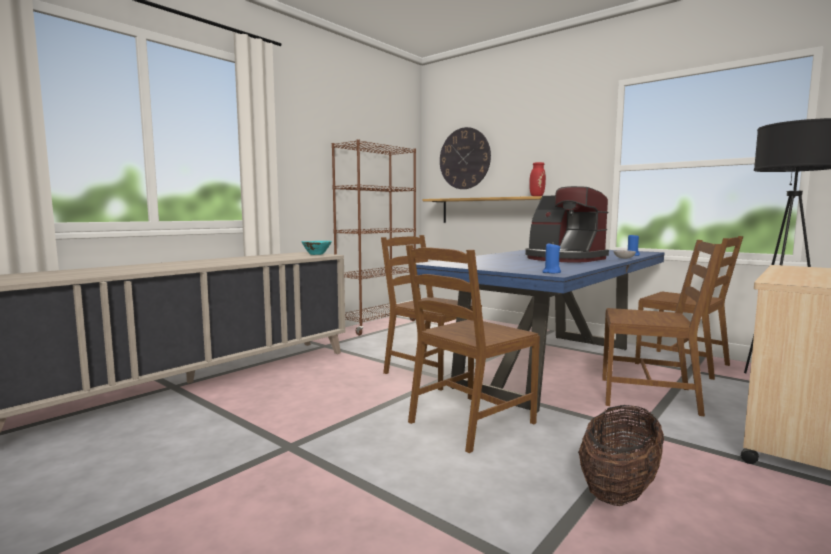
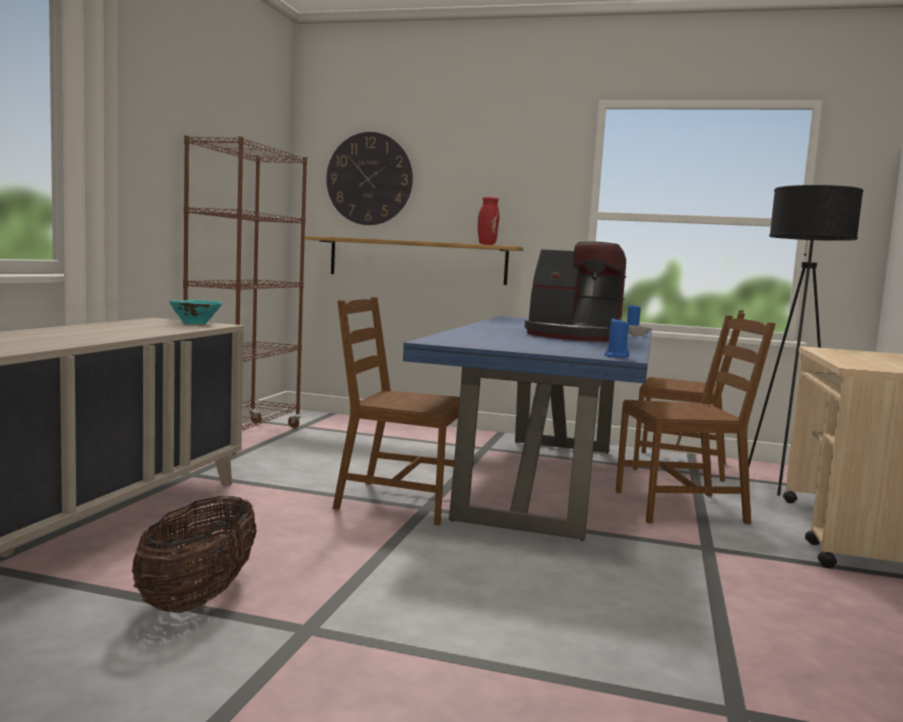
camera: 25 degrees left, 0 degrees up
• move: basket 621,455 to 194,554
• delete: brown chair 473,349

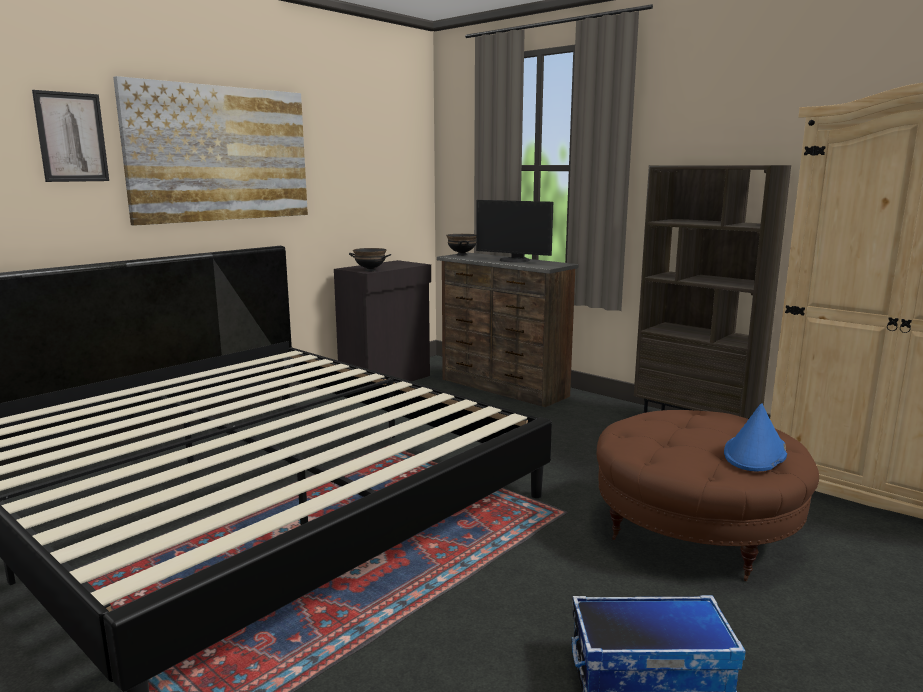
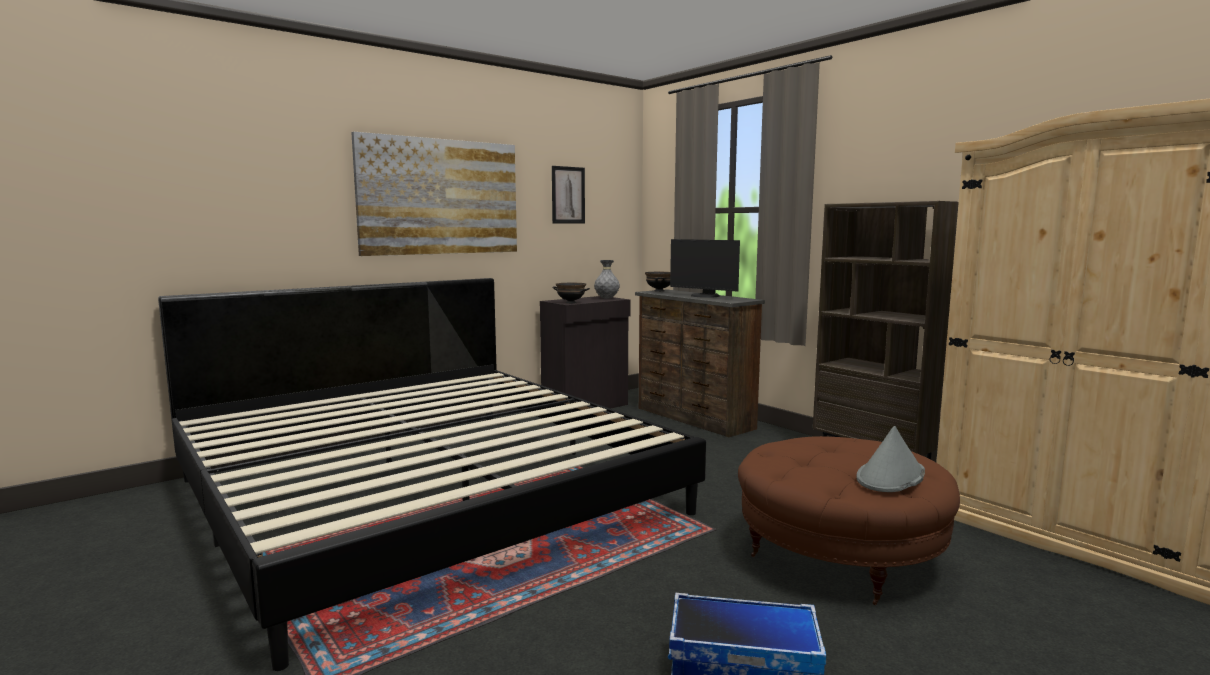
camera: 10 degrees right, 5 degrees down
• move: picture 70,136 to 568,195
• insert: grey vase 607,279
• recolor: blue hat 755,437 to grey hat 891,459

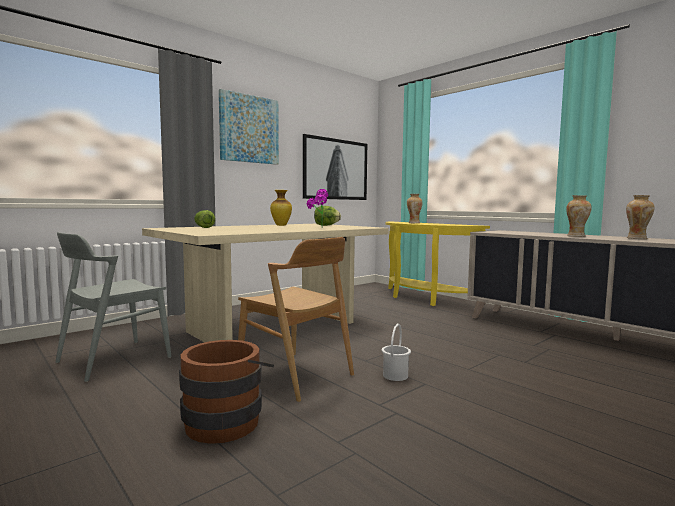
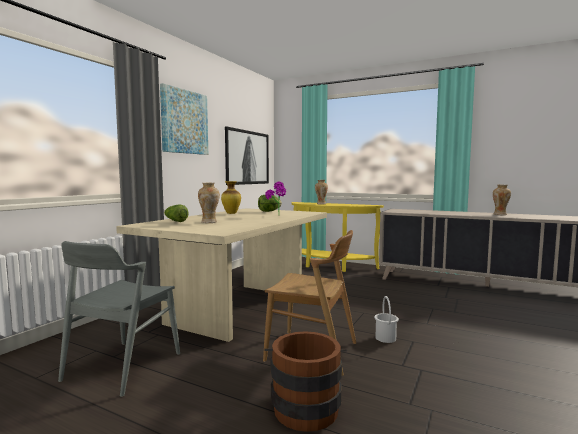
camera: 20 degrees left, 0 degrees up
• move: vase 579,216 to 209,203

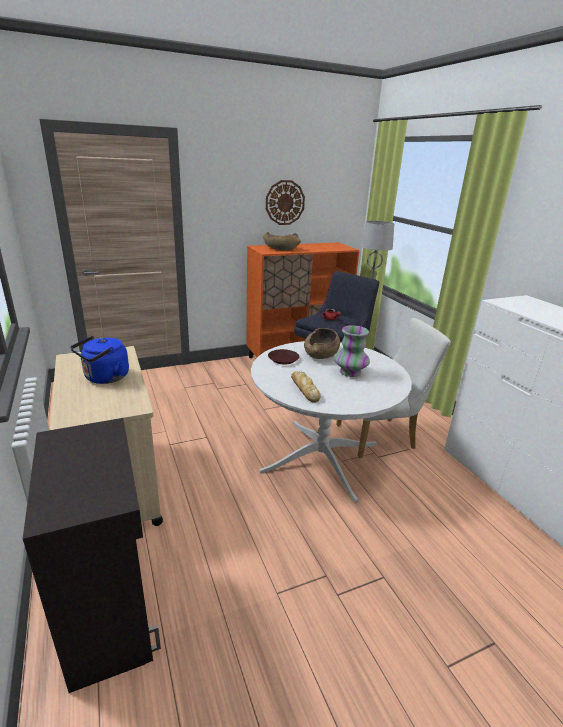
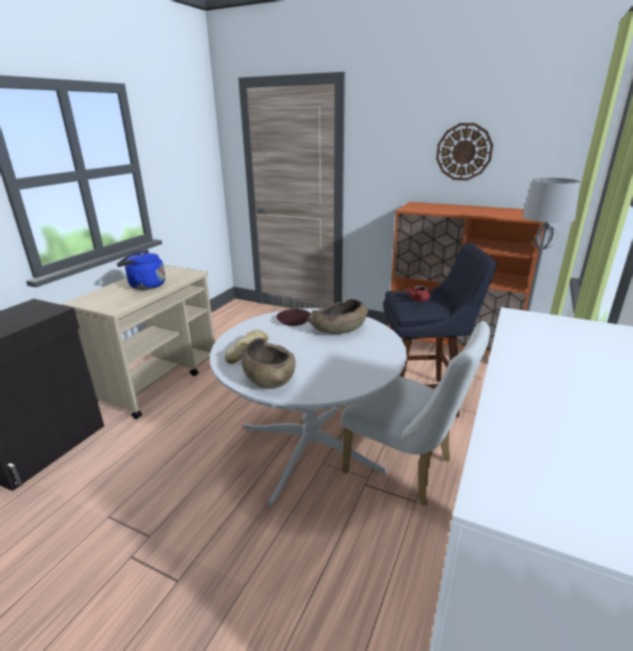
camera: 50 degrees right, 0 degrees up
• move: brown bowl 282,241 to 268,363
• delete: vase 352,351

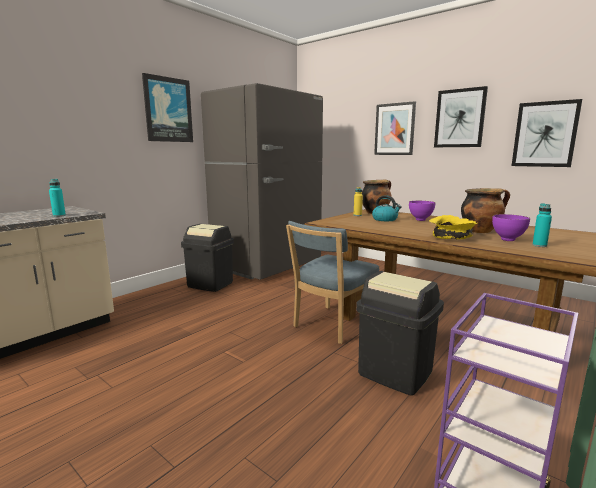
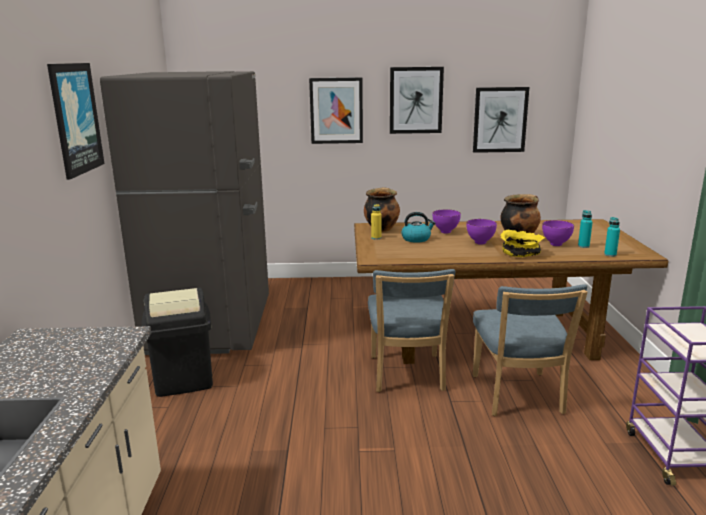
camera: 40 degrees left, 5 degrees up
• insert: purple bowl 481,232
• replace: black trash can 400,333 to blue chair 530,350
• move: turquoise bottle 57,198 to 612,237

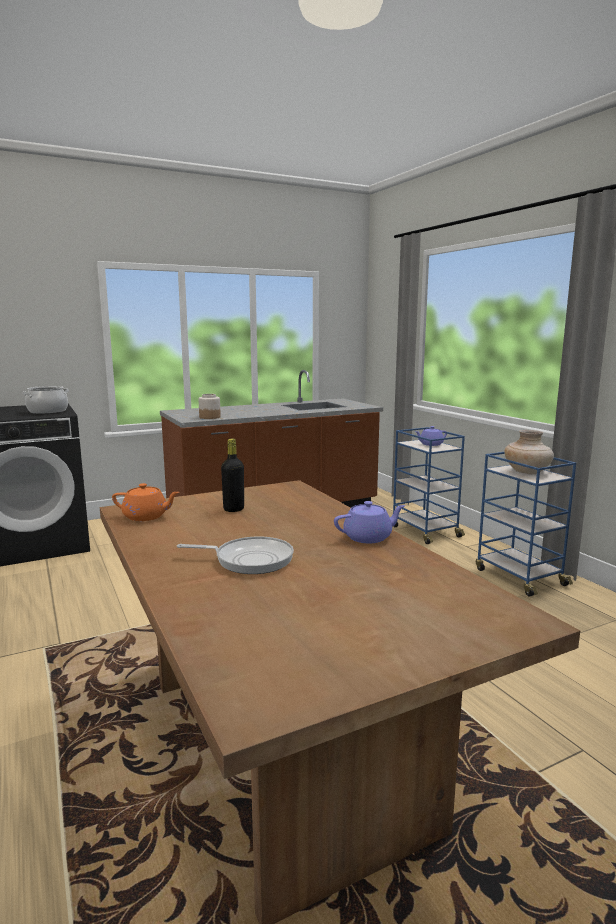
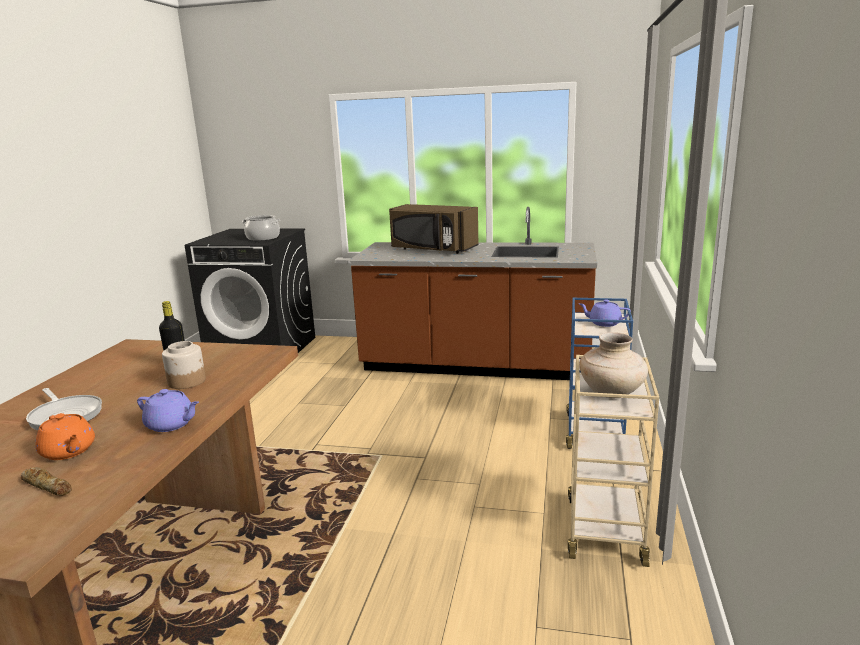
camera: 40 degrees right, 5 degrees up
• insert: bread 46,481
• move: orange teapot 145,502 to 65,436
• move: jar 210,406 to 184,365
• insert: brown microwave 434,229
• recolor: blue cart 526,524 to beige cart 613,461

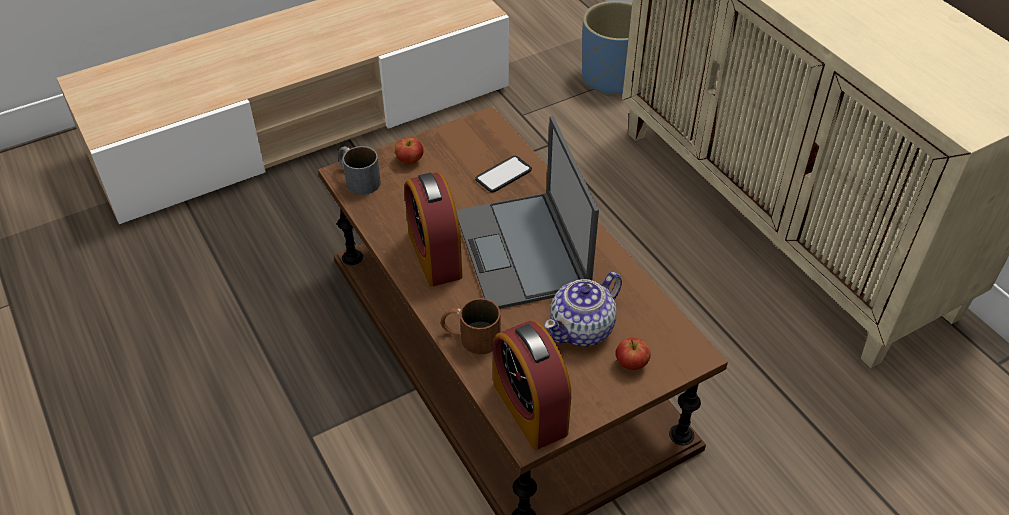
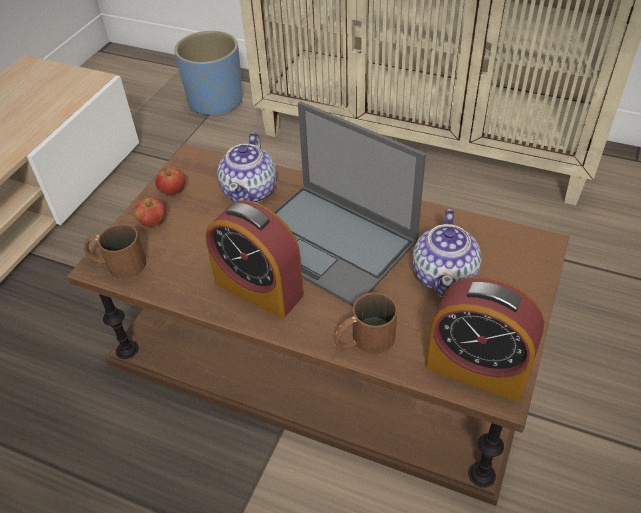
camera: 35 degrees left, 0 degrees up
• recolor: grey mug 359,170 to brown mug 115,251
• move: apple 633,354 to 170,181
• replace: phone 503,174 to teapot 247,167

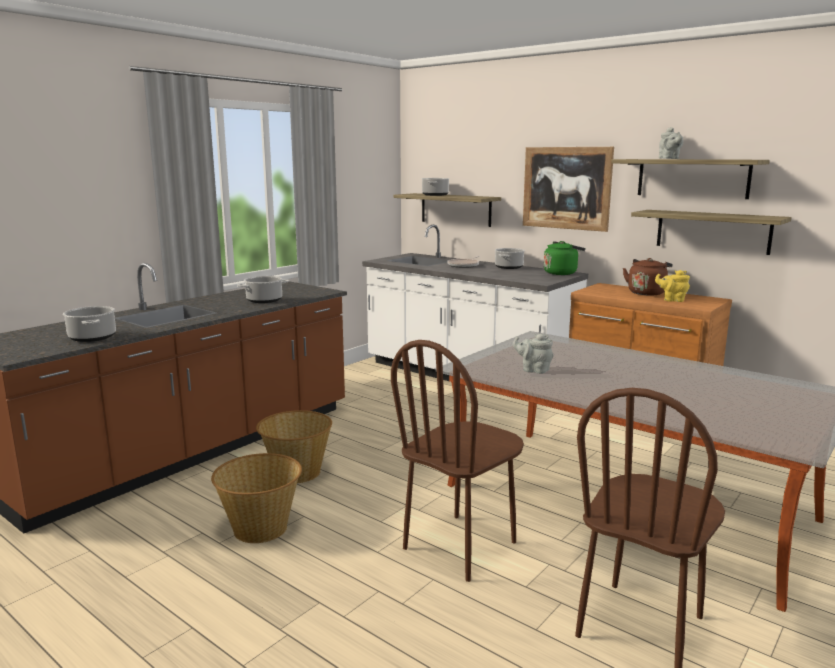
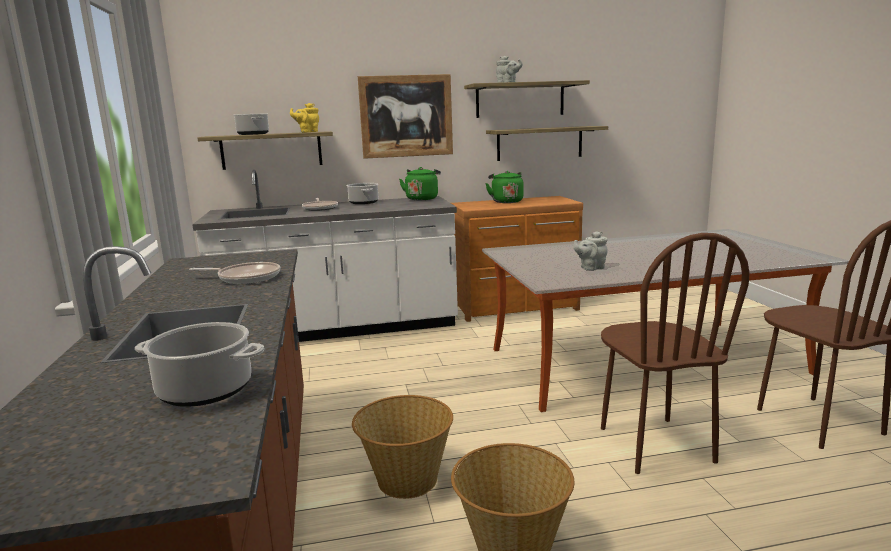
camera: 50 degrees left, 0 degrees up
• replace: cooking pot 263,289 to frying pan 234,273
• move: yellow teapot 672,286 to 304,117
• recolor: brown kettle 648,277 to green kettle 504,187

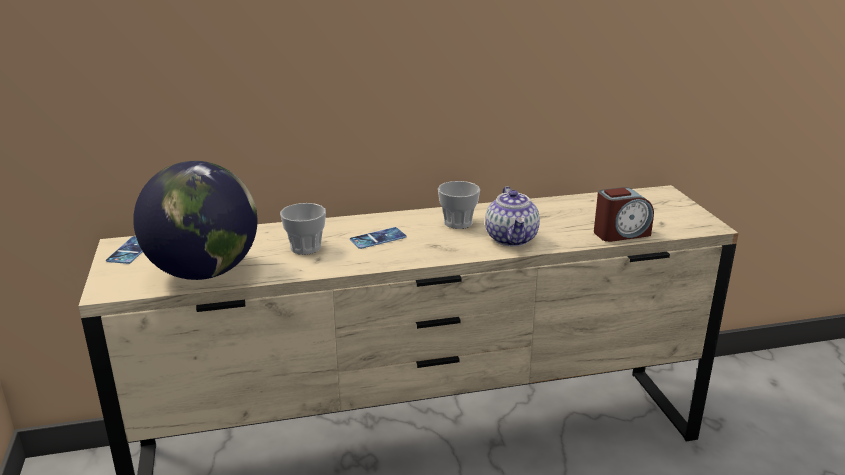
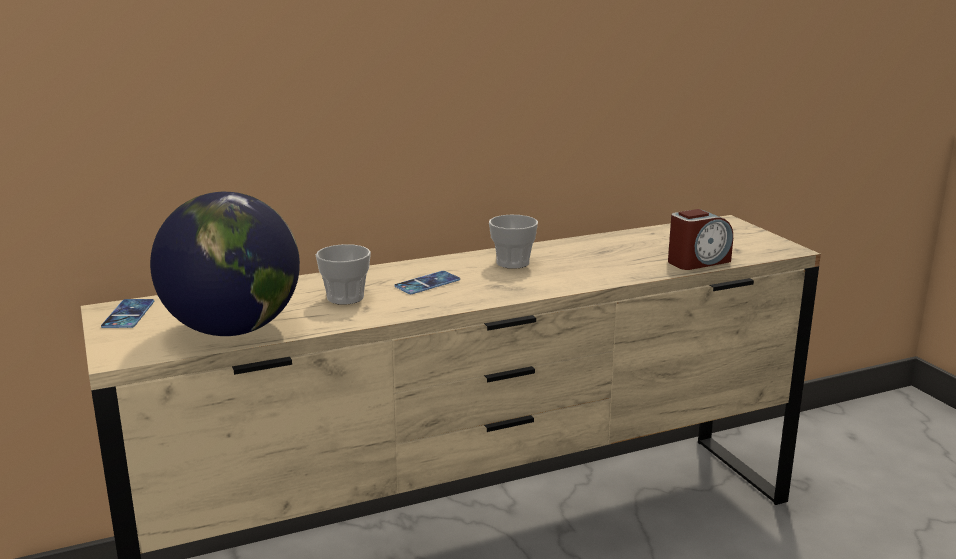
camera: 10 degrees left, 5 degrees down
• delete: teapot 512,216

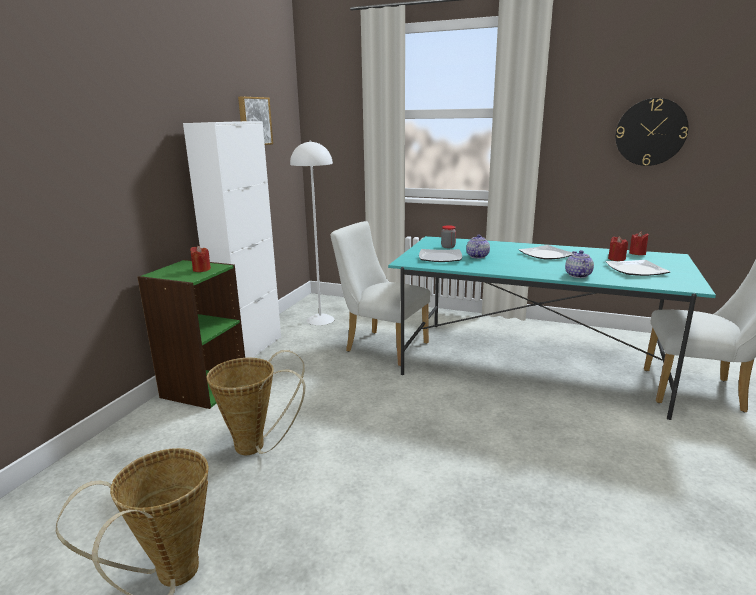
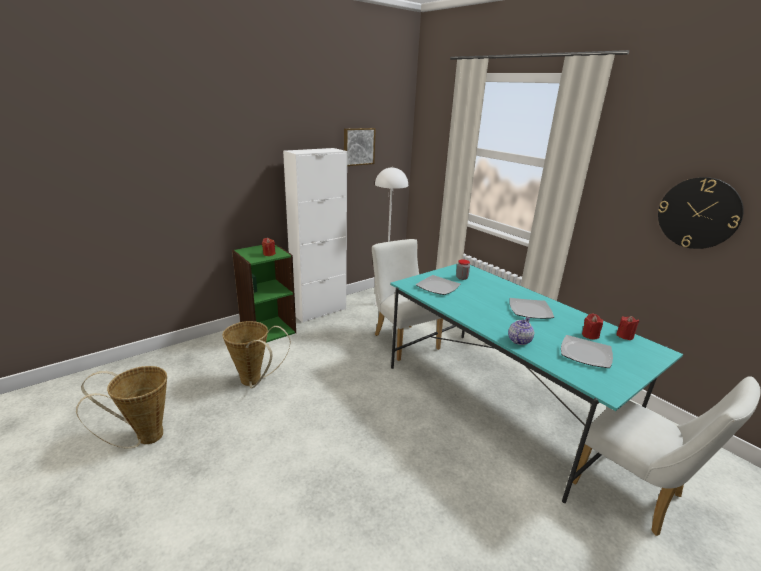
camera: 30 degrees right, 5 degrees up
• delete: teapot 478,246

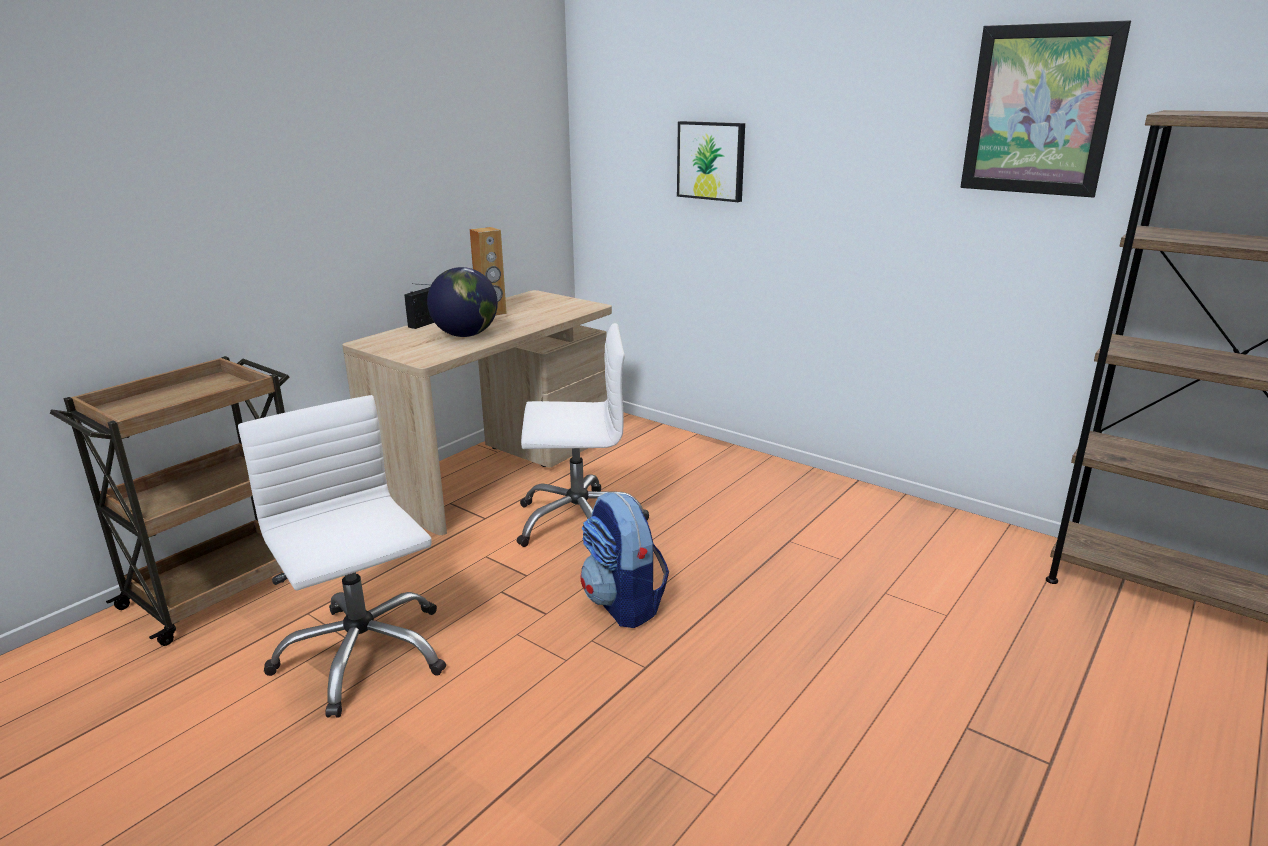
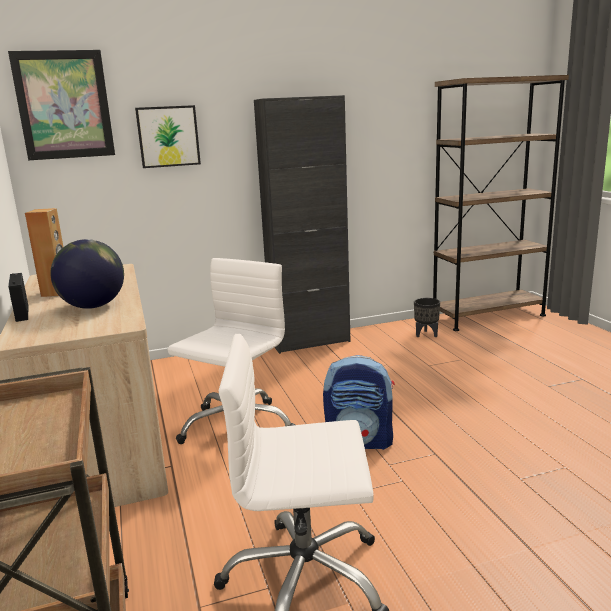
camera: 55 degrees left, 5 degrees down
• move: picture 1045,109 to 61,105
• insert: black cabinet 302,224
• insert: black planter 427,317

